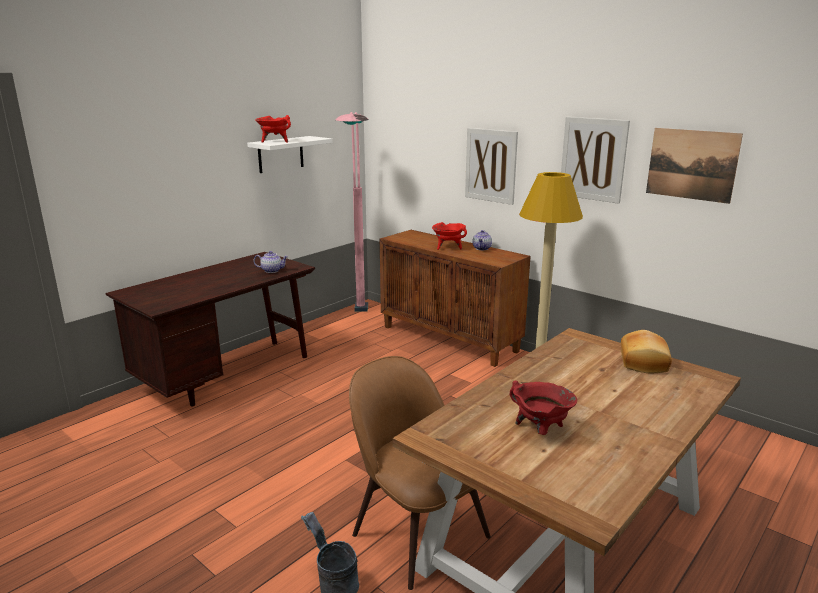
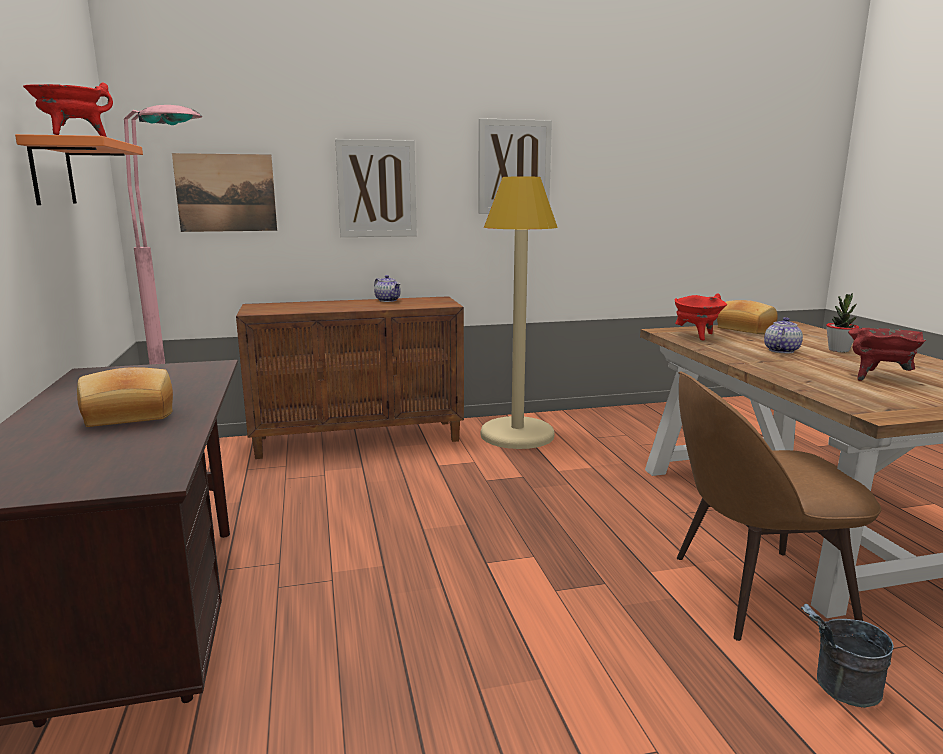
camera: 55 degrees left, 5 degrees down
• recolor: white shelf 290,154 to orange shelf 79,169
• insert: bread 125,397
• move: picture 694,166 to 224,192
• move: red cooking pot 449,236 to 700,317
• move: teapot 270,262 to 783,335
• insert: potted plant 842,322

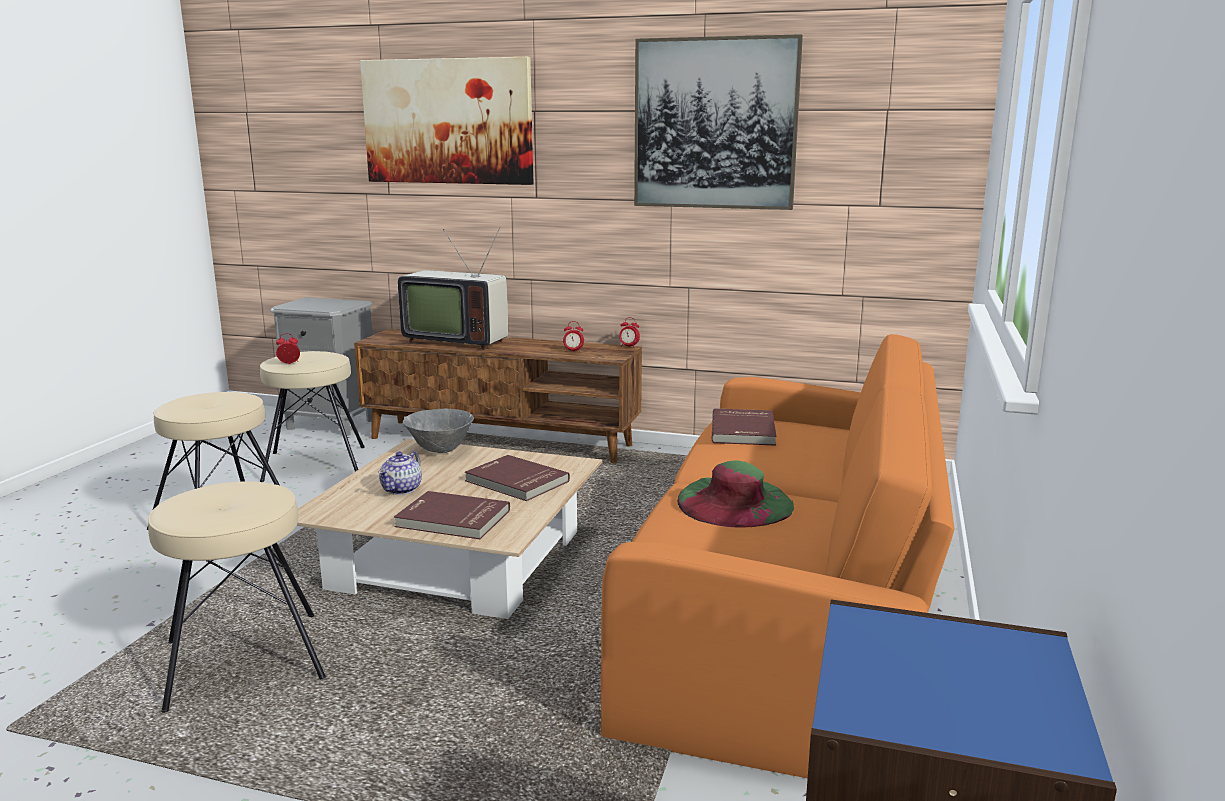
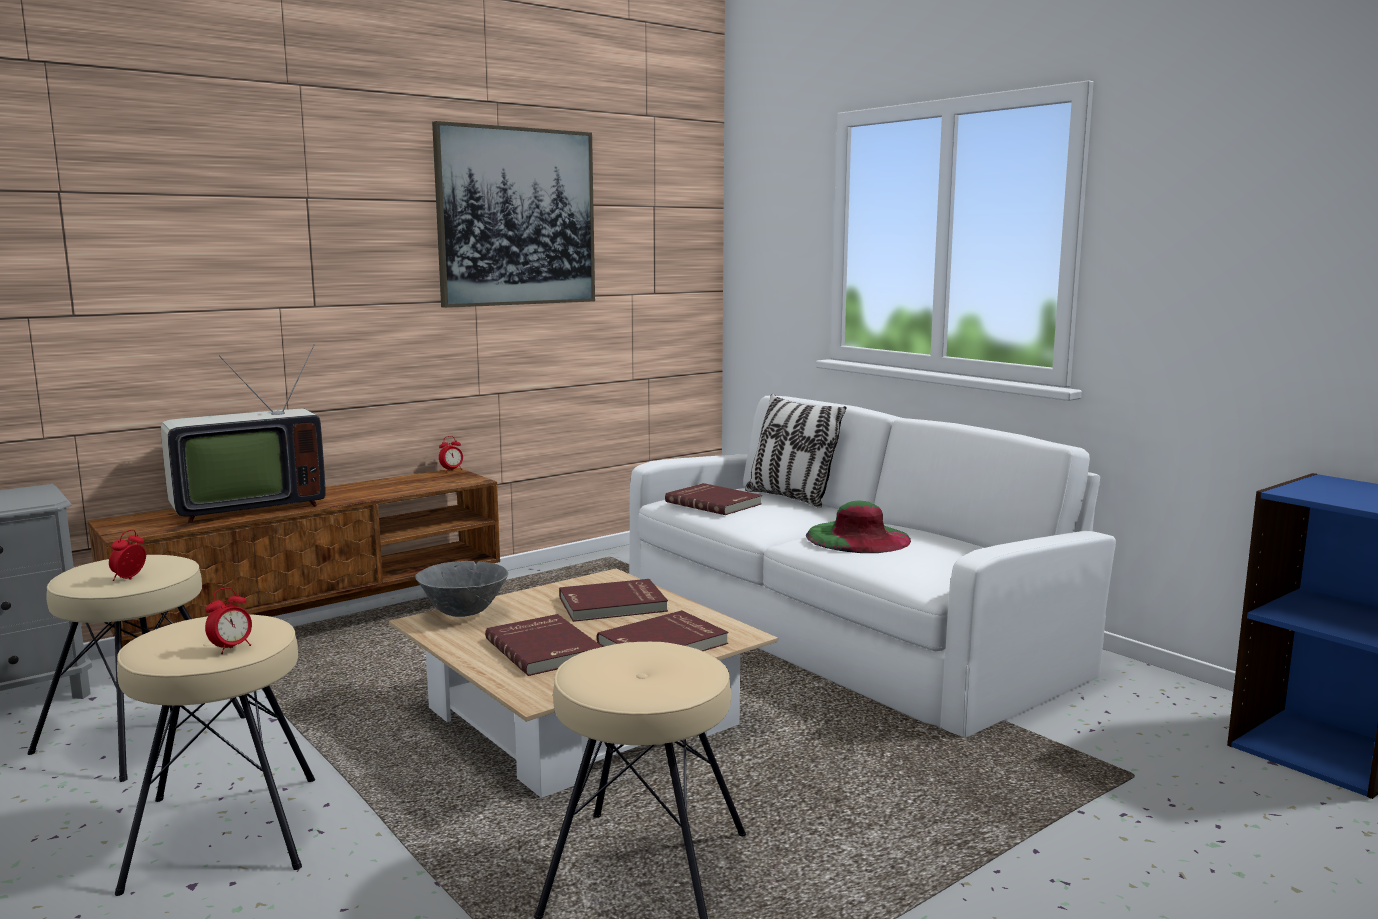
camera: 55 degrees left, 5 degrees down
• move: alarm clock 573,336 to 228,620
• replace: teapot 400,473 to red book 544,645
• recolor: orange sofa 777,556 to white sofa 872,566
• insert: pillow 796,451
• delete: picture 446,121

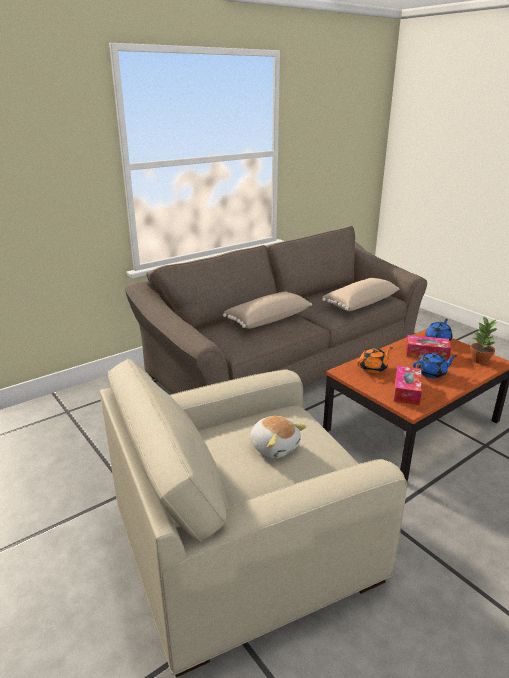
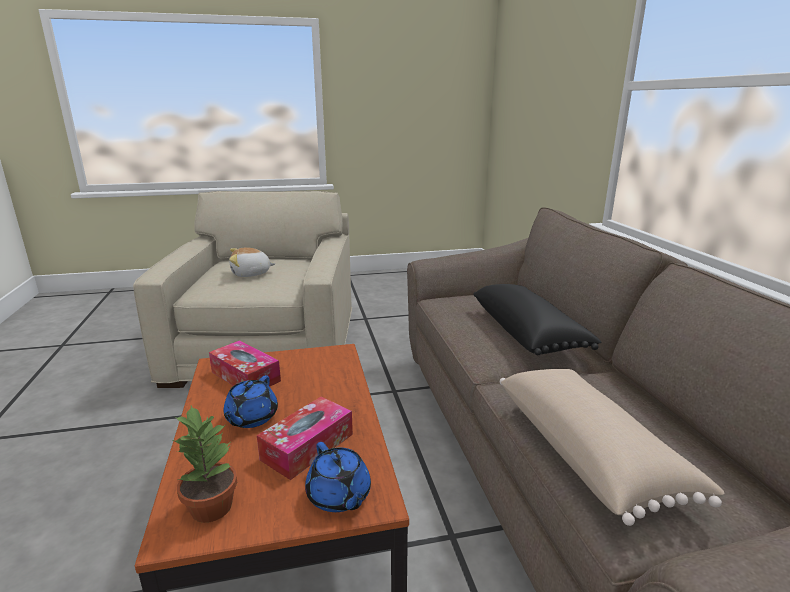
camera: 115 degrees right, 5 degrees down
• recolor: beige pillow 267,310 to black pillow 537,319
• delete: orange teapot 375,360

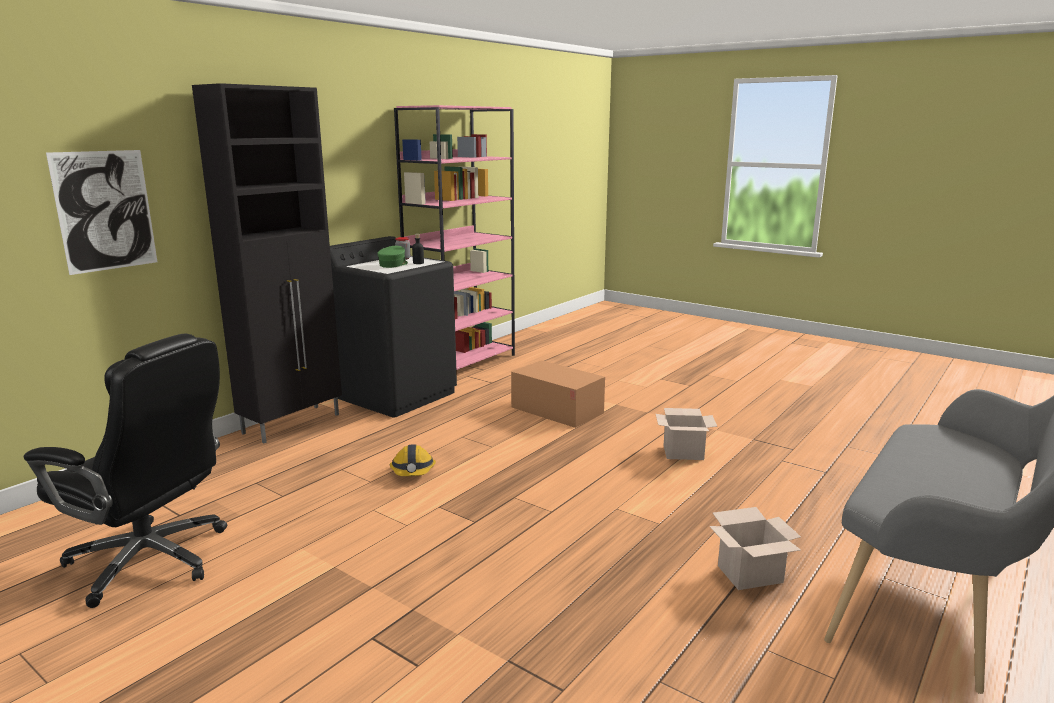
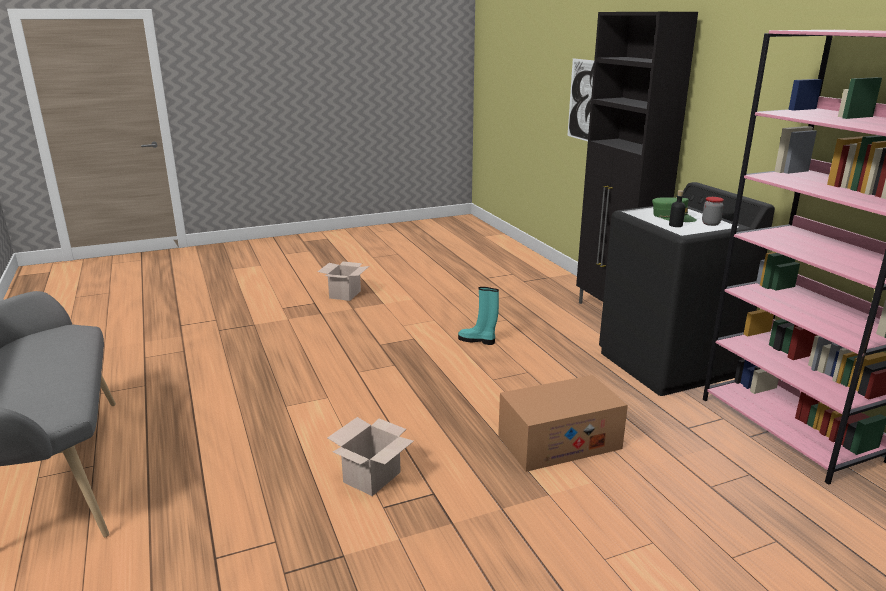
camera: 120 degrees right, 5 degrees up
• move: cardboard box 755,548 to 343,281
• replace: hard hat 413,460 to turquoise boot 478,316
• delete: black office chair 126,471

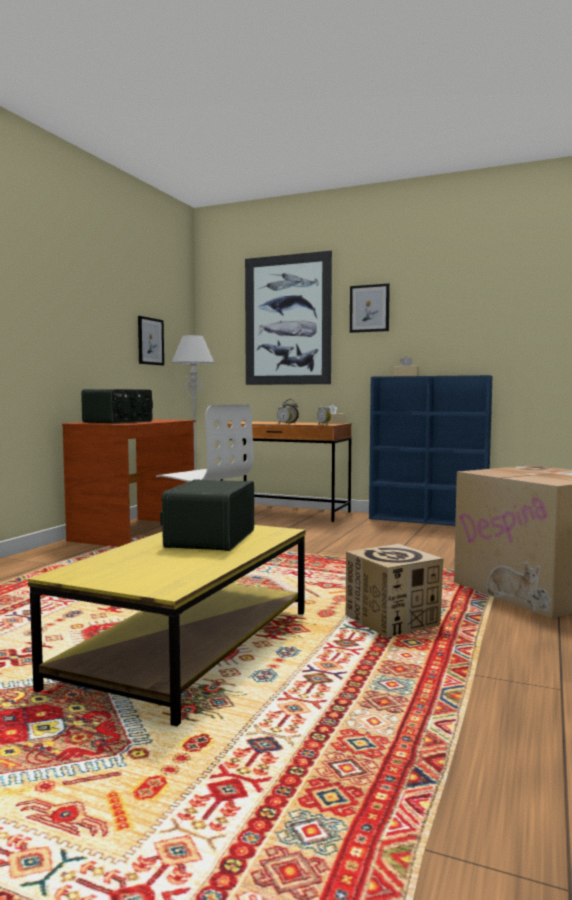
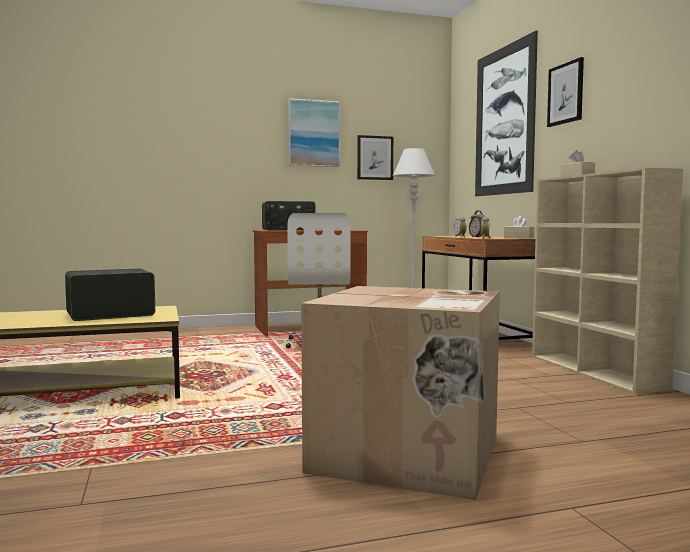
camera: 50 degrees right, 0 degrees up
• insert: picture 314,132
• recolor: blue bookcase 431,450 to beige bookcase 607,281
• delete: cardboard box 394,591

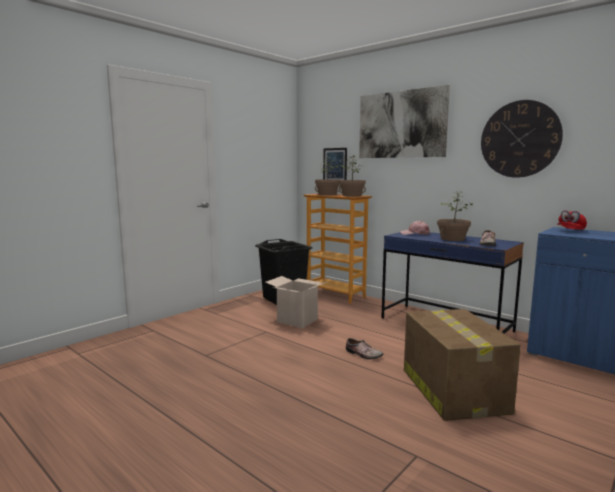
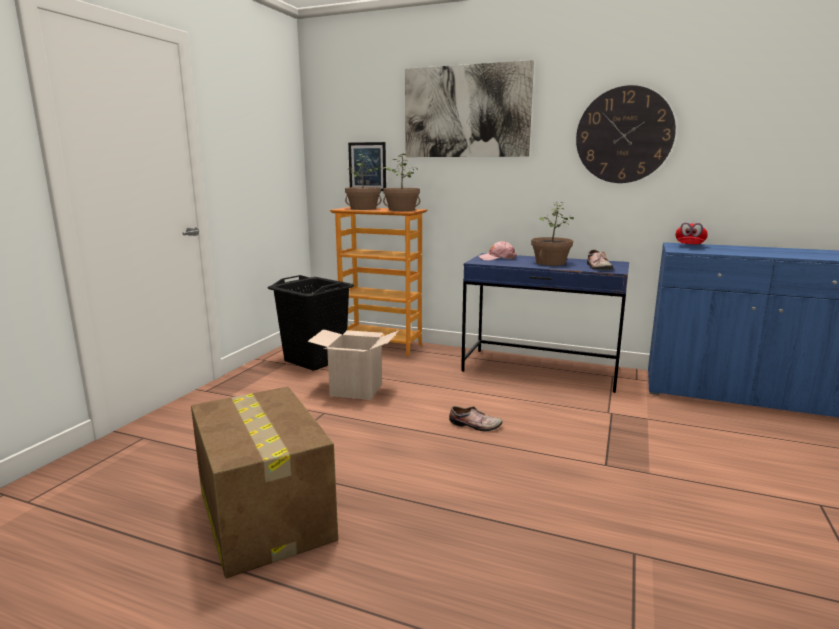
camera: 20 degrees left, 5 degrees up
• move: cardboard box 462,365 to 264,482

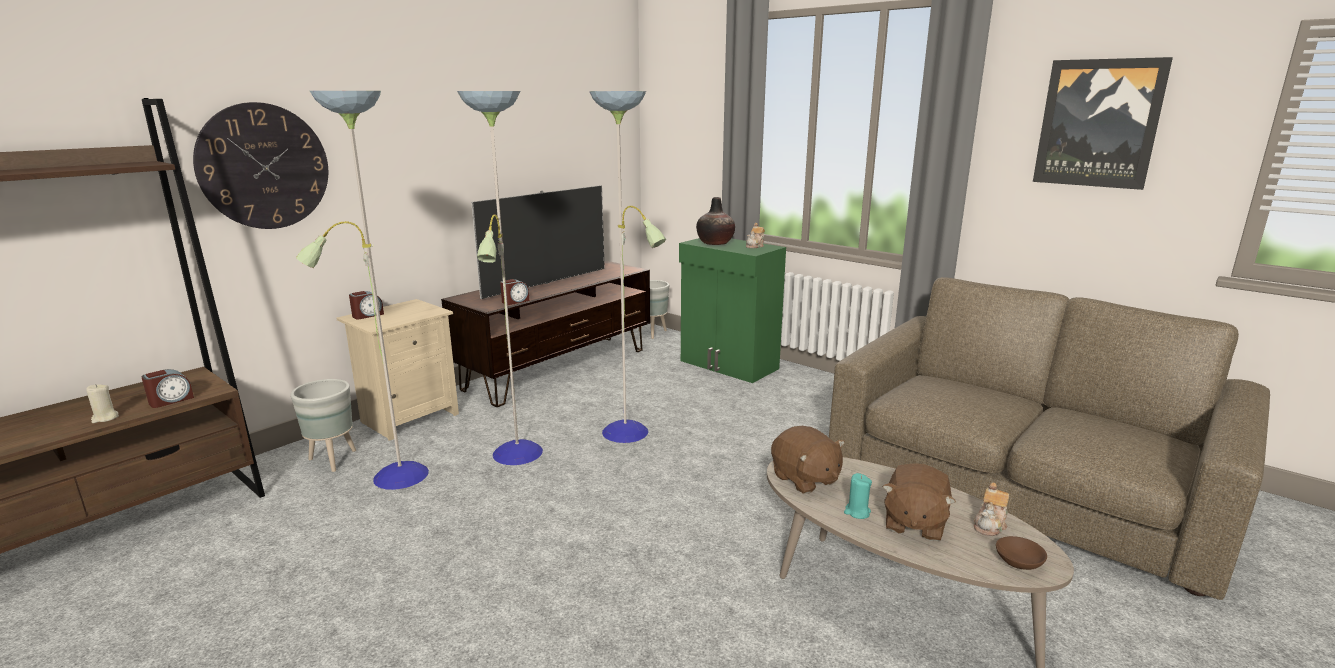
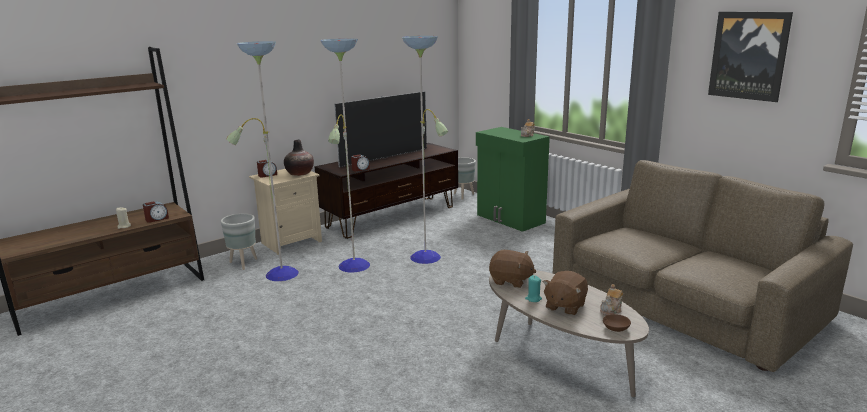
camera: 10 degrees right, 0 degrees up
• move: vase 715,221 to 299,158
• rotate: brown plush toy 808,460 = 512,269 45 degrees counterclockwise
• delete: wall clock 260,165

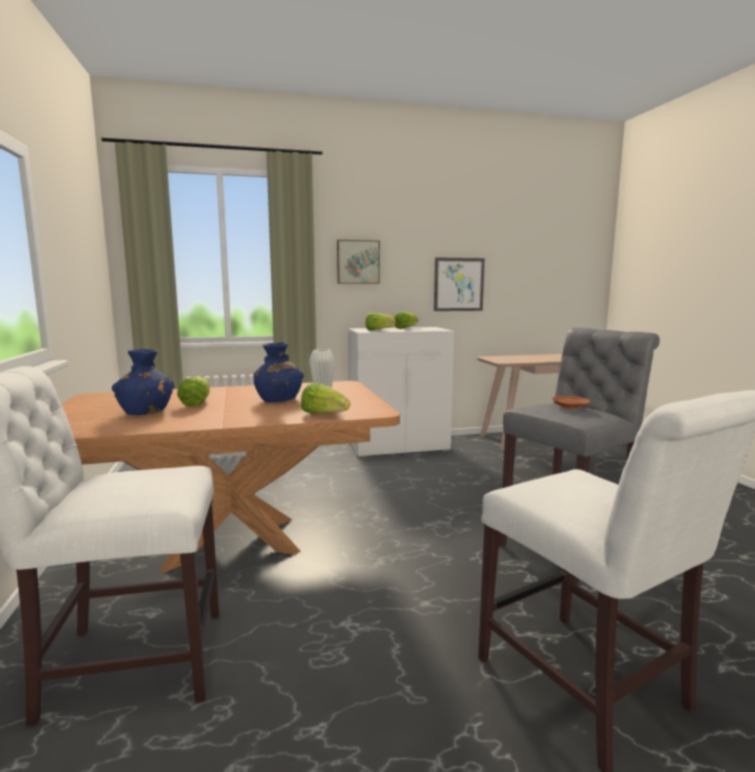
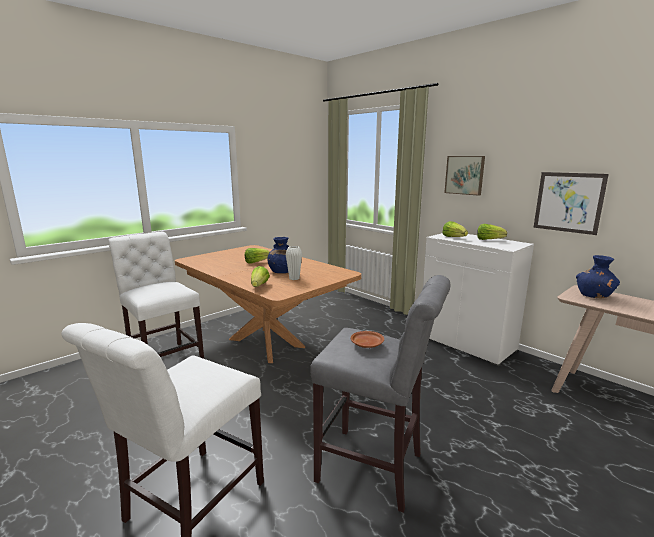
camera: 60 degrees right, 5 degrees up
• move: blue vase 143,382 to 598,276

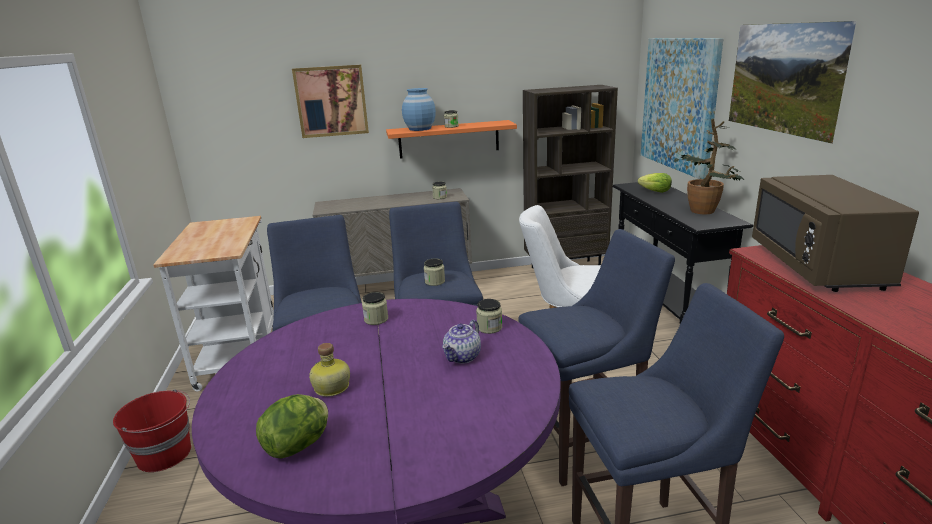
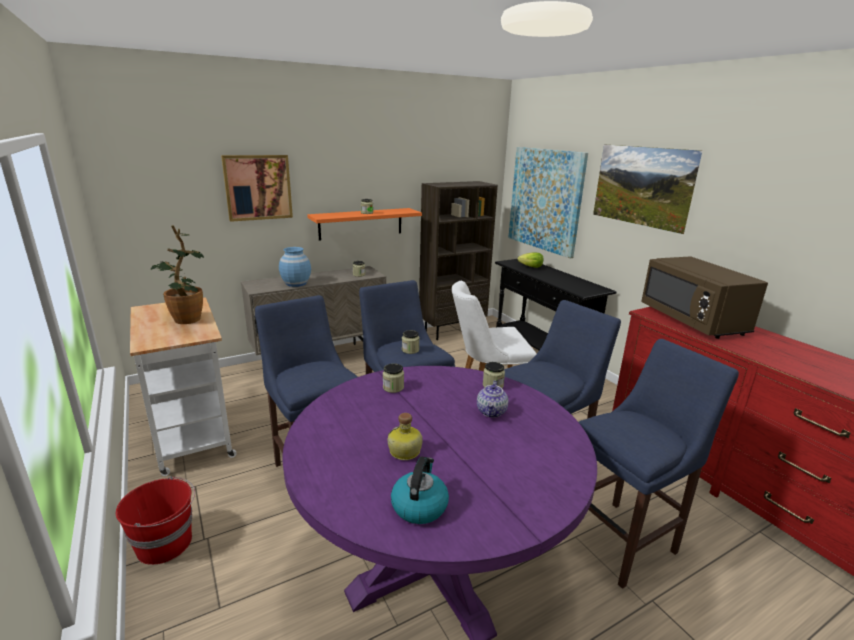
camera: 20 degrees left, 0 degrees up
• move: potted plant 709,166 to 177,274
• move: blue vase 419,109 to 295,267
• replace: lettuce 292,426 to kettle 420,490

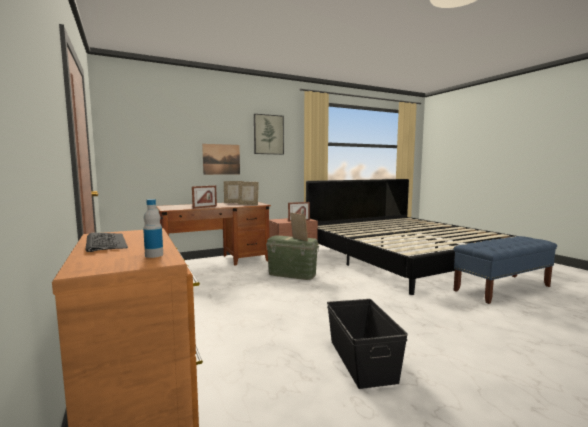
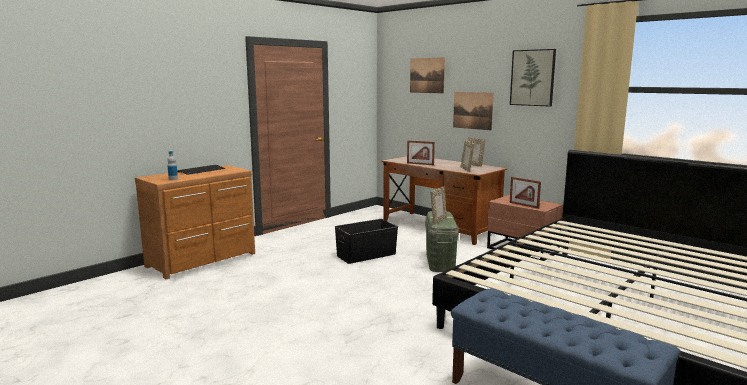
camera: 70 degrees right, 5 degrees up
• move: black storage box 367,344 to 366,241
• insert: picture 427,75

